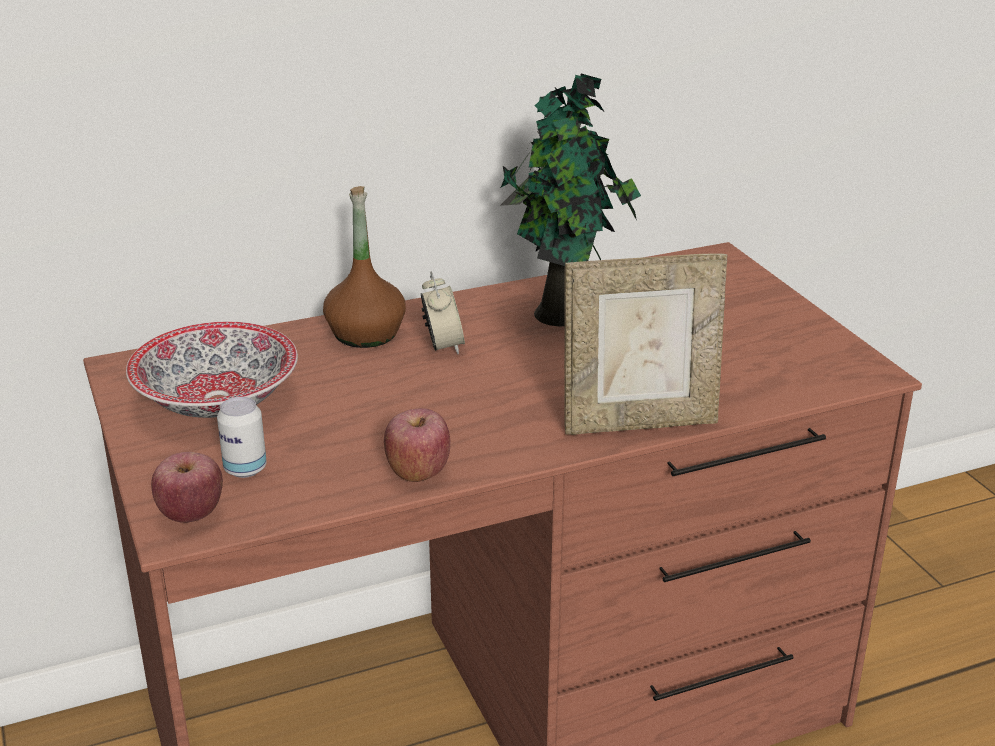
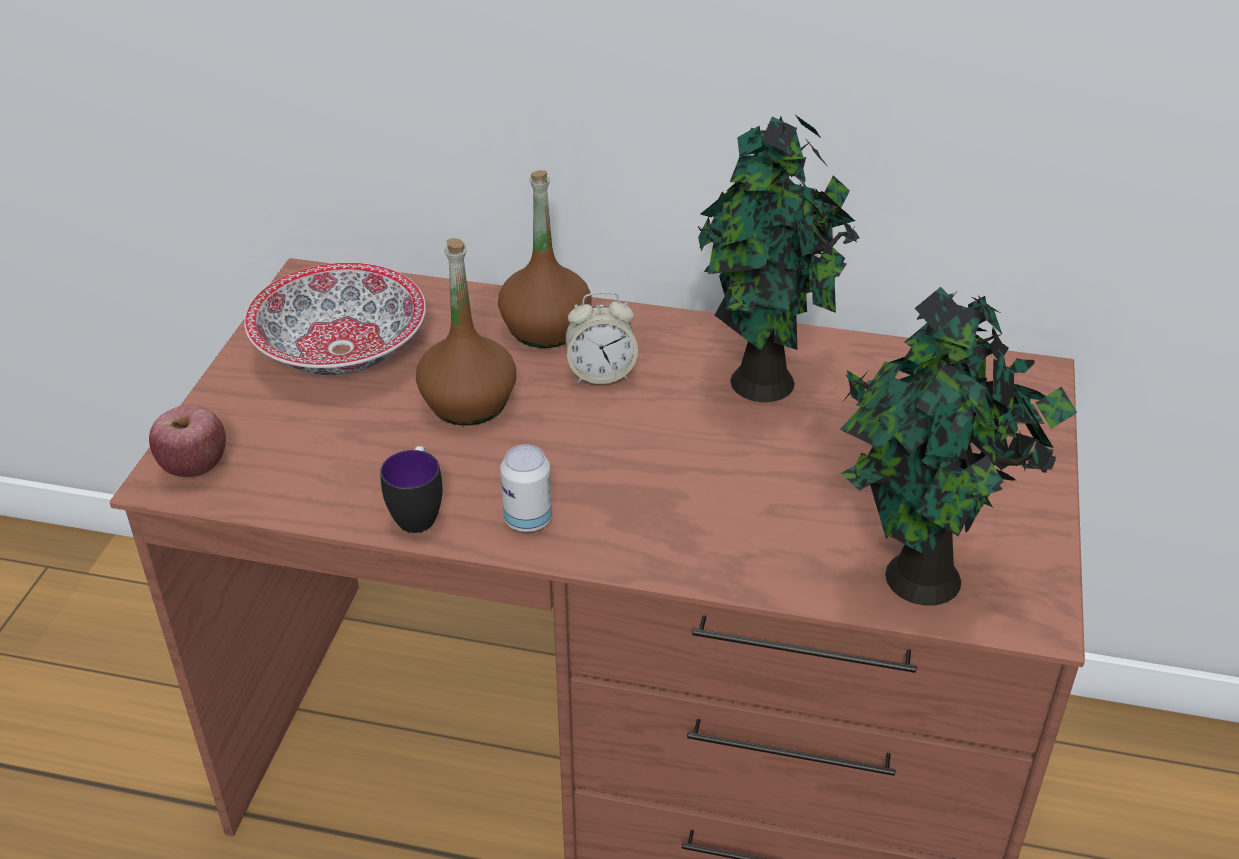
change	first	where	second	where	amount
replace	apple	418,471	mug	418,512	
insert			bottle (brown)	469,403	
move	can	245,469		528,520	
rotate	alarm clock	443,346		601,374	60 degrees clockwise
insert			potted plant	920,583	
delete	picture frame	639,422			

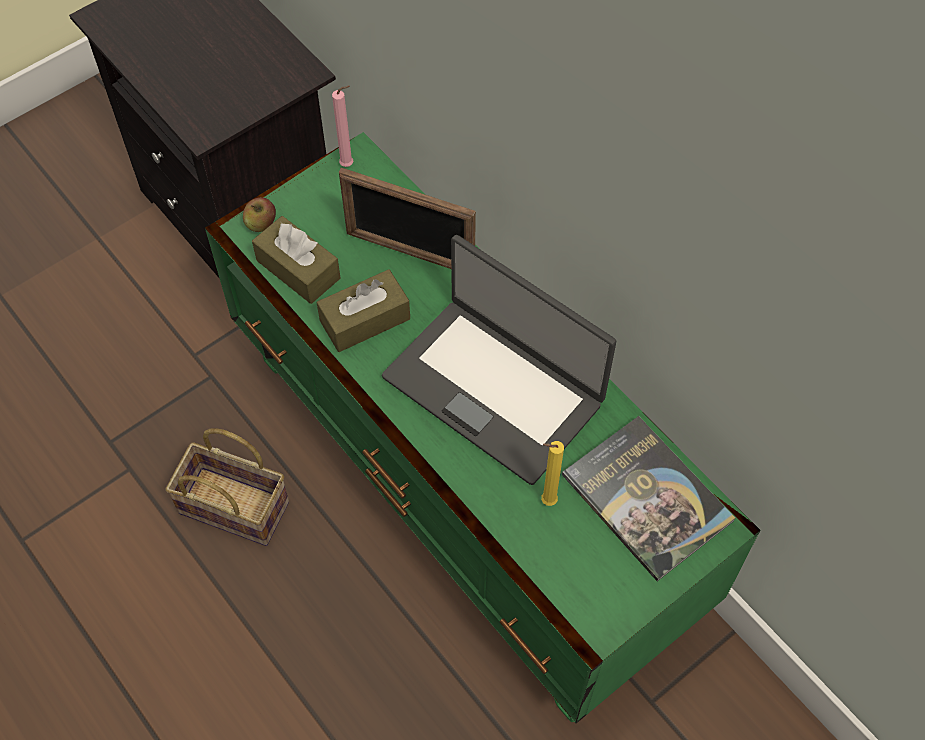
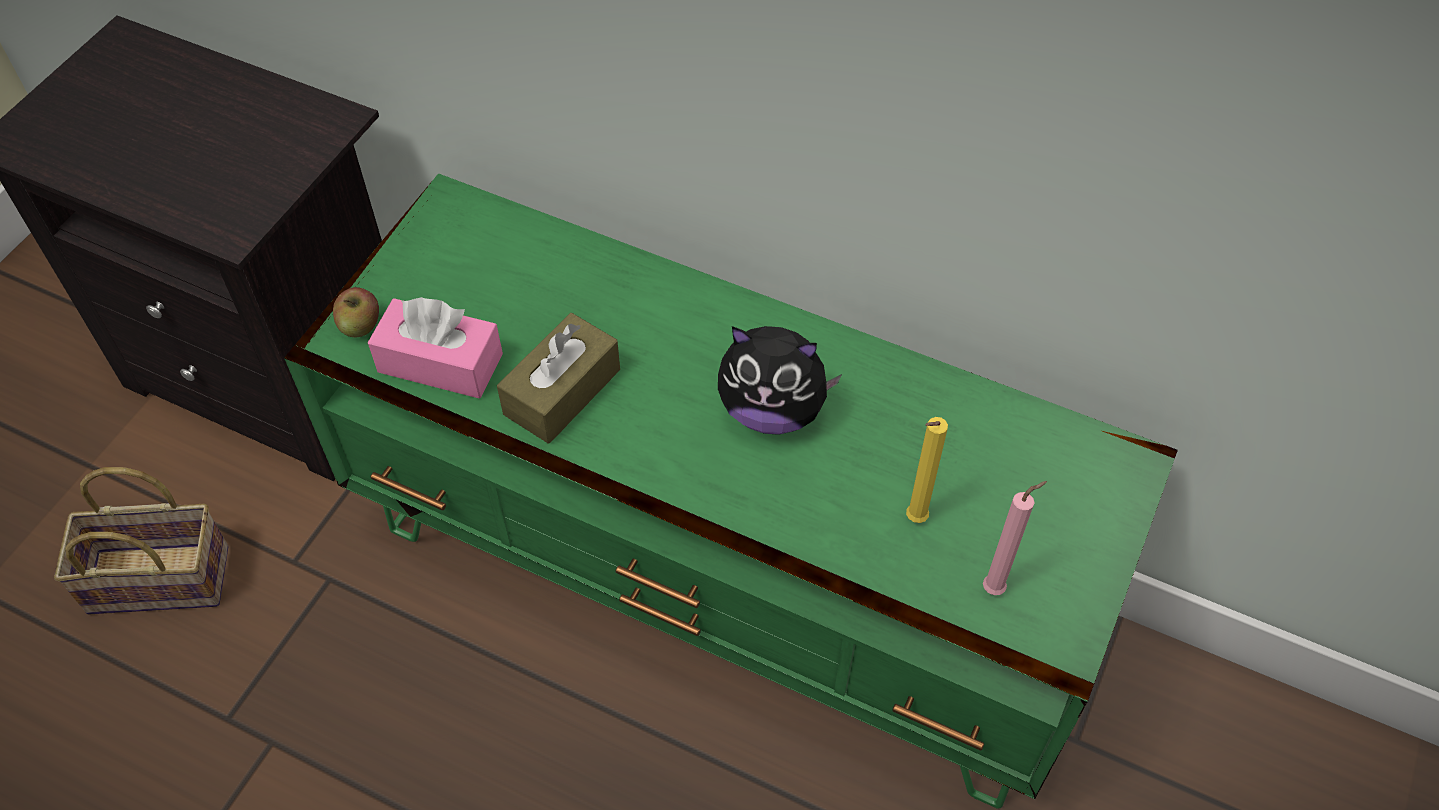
change	first	where	second	where	amount
move	basket	237,506		163,577	
recolor	tissue box (brown)	298,269	tissue box (pink)	440,363	
replace	laptop	494,388	plush toy	772,410	
move	candle (pink)	349,165		996,588	
delete	picture frame	409,252			
delete	book	647,498			

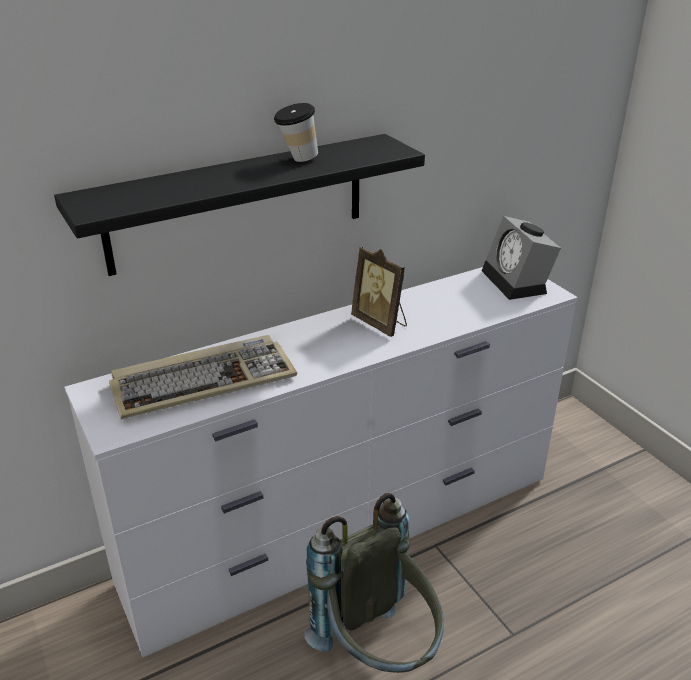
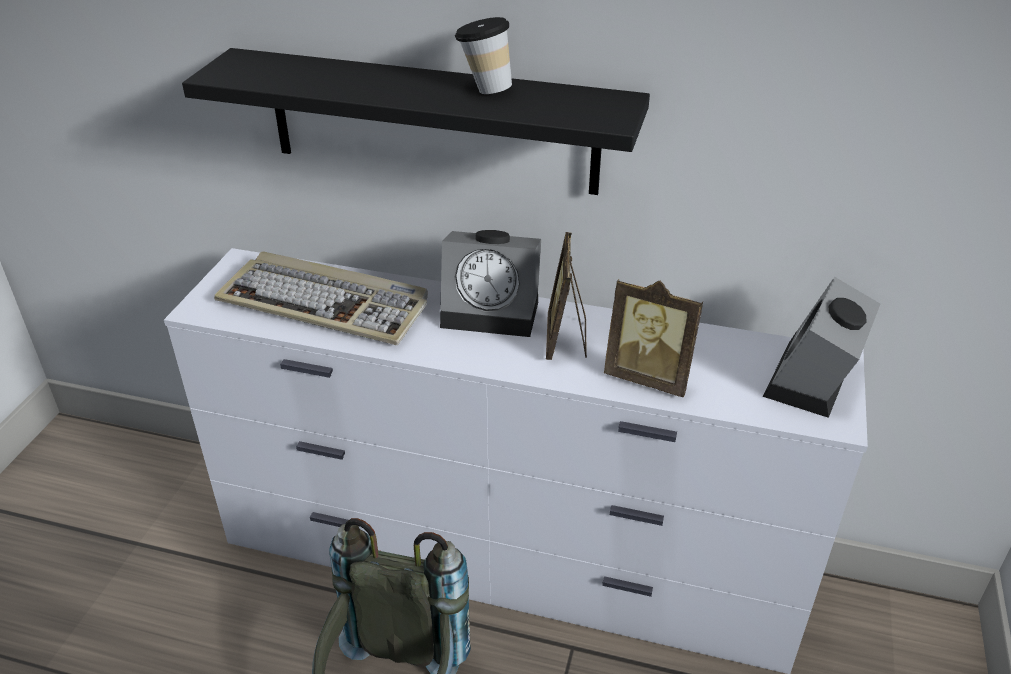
change	first	where	second	where	amount
insert			alarm clock	494,312	
insert			picture frame	649,377	

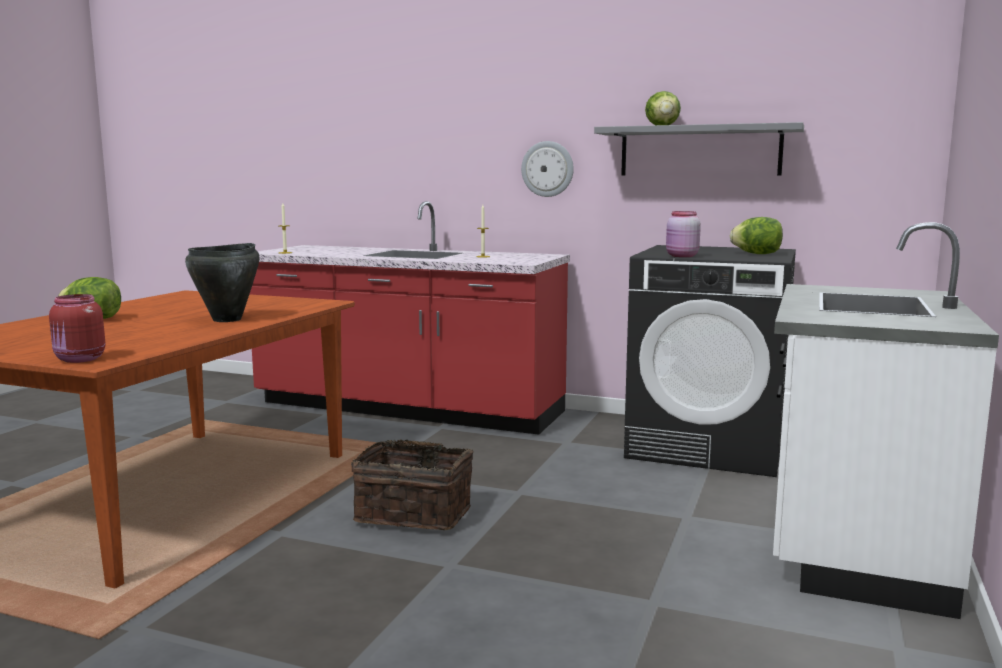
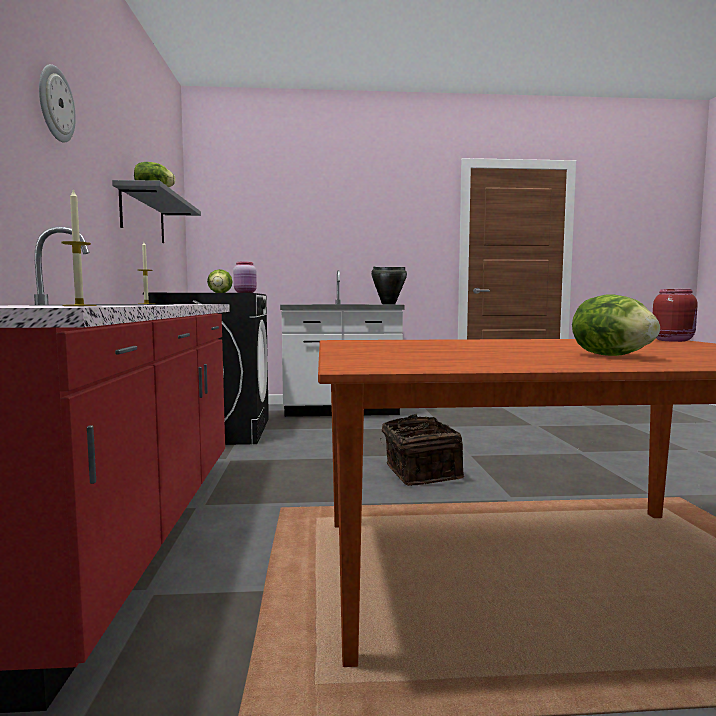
change	first	where	second	where	amount
move	wall clock	547,169		55,104	
move	cooking pot (black)	228,319		388,304	

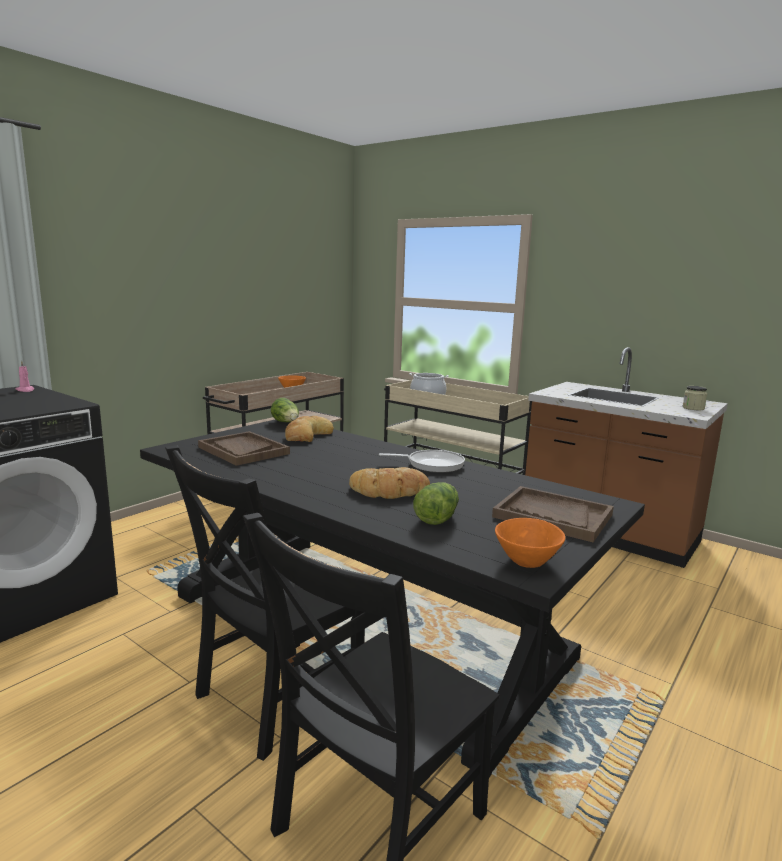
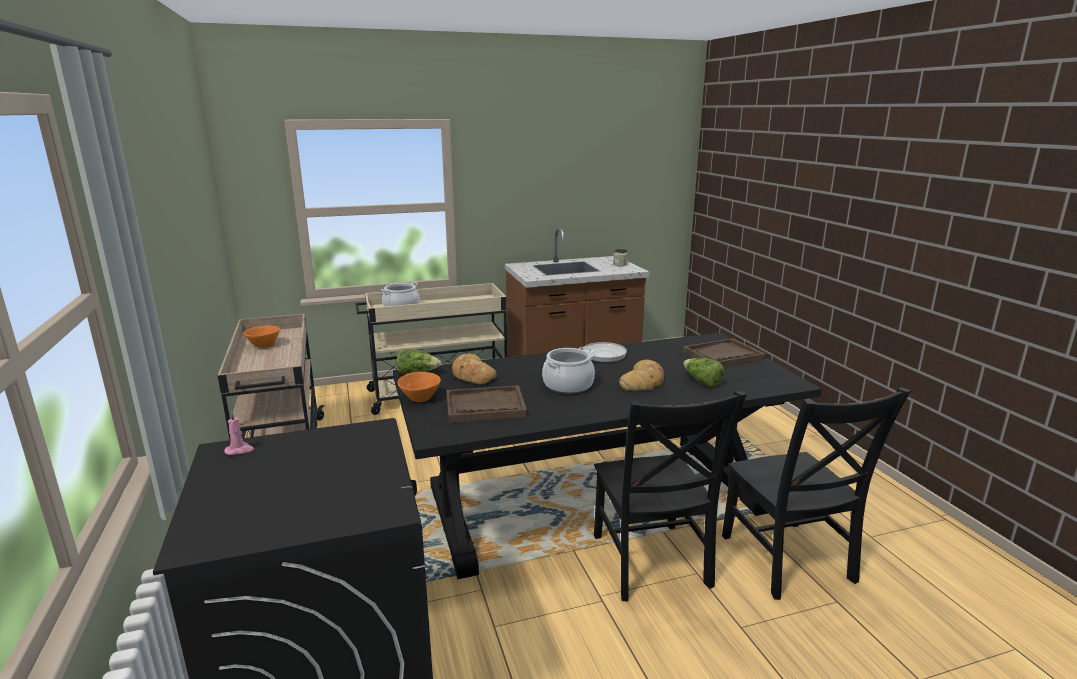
change	first	where	second	where	amount
move	bowl (orange)	525,560		419,398	
insert			cooking pot	568,385	

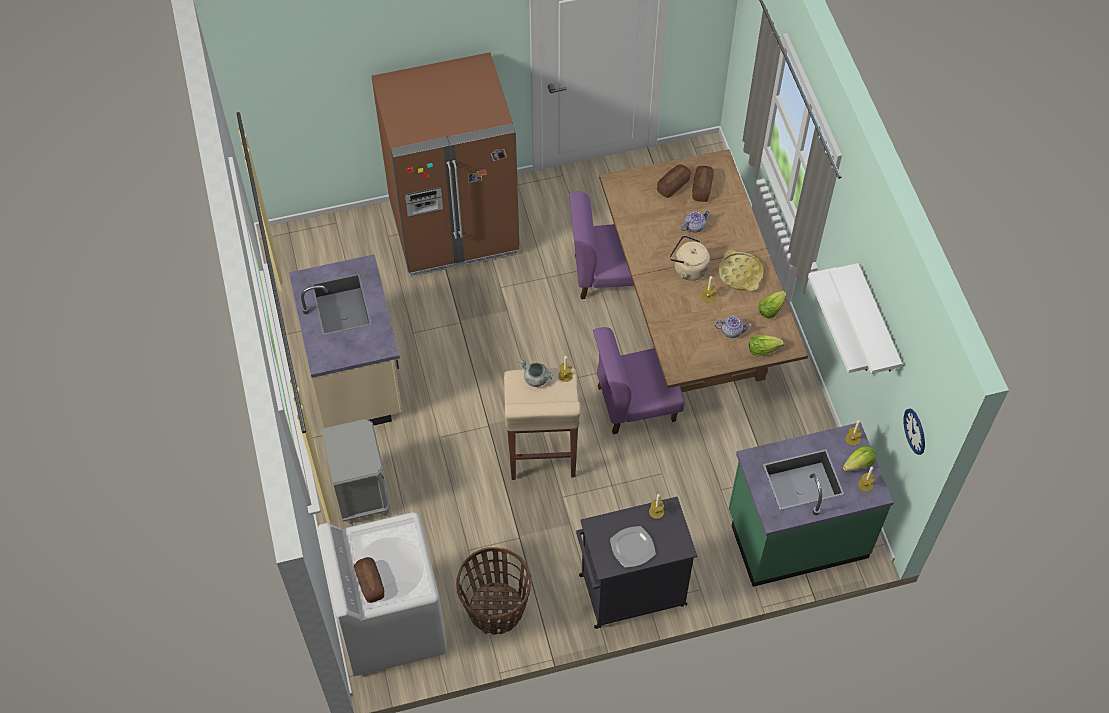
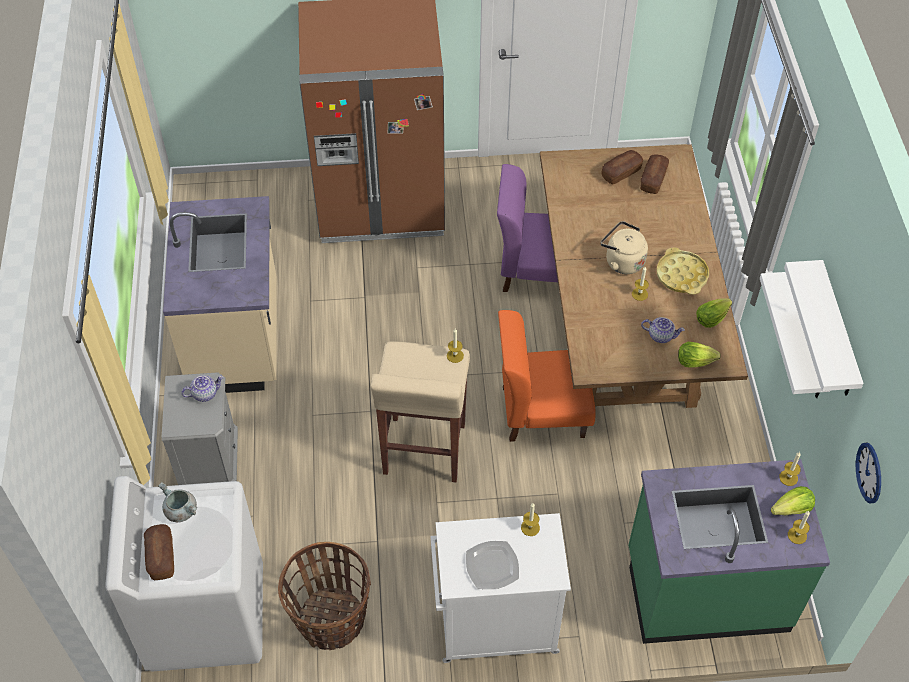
change	first	where	second	where	amount
move	cooking pot (grey)	536,379		181,511	
move	teapot	694,226		205,393	
recolor	cabinet (black)	630,591	cabinet (white)	494,625	
recolor	chair (purple)	635,403	chair (orange)	542,411	

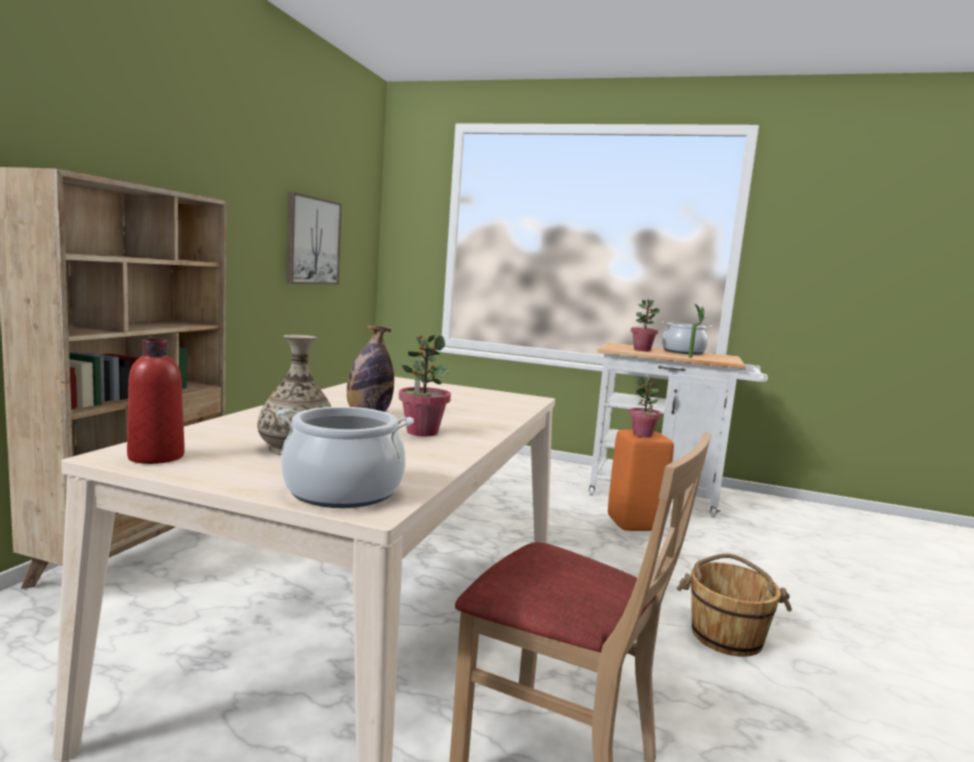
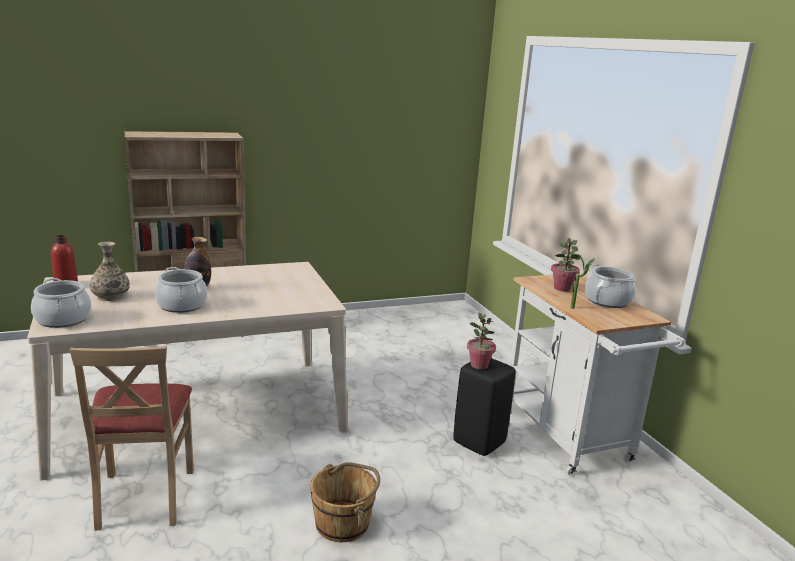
change	first	where	second	where	amount
replace	potted plant	421,432	cooking pot	181,305	
recolor	stool (orange)	634,524	stool (black)	480,442	
delete	picture	312,241			

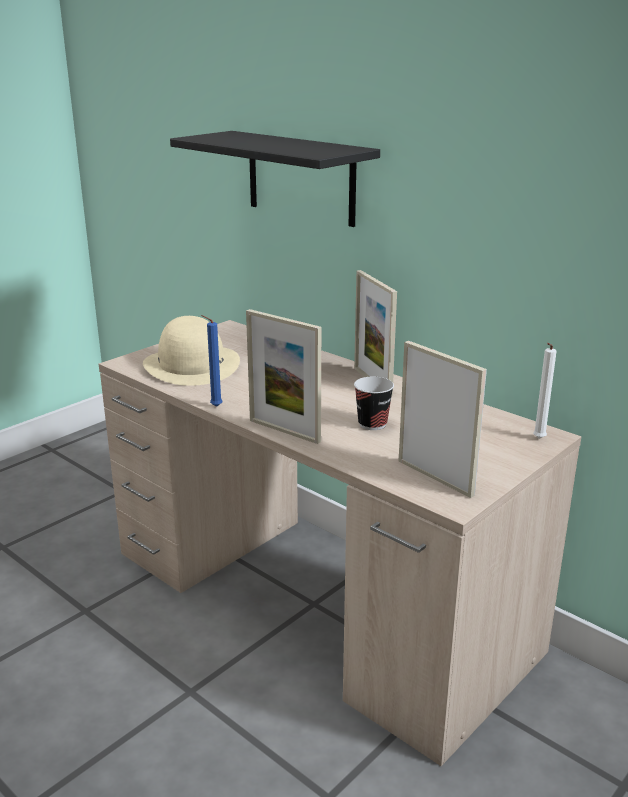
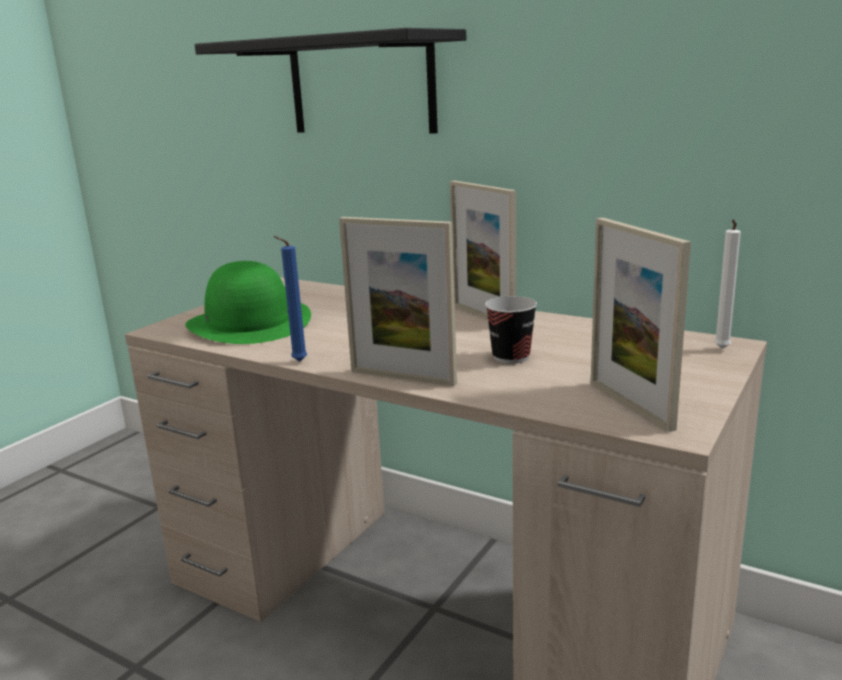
change	first	where	second	where	amount
recolor	hat (beige)	192,365	hat (green)	250,323	
rotate	picture frame	435,477		630,405	150 degrees counterclockwise

